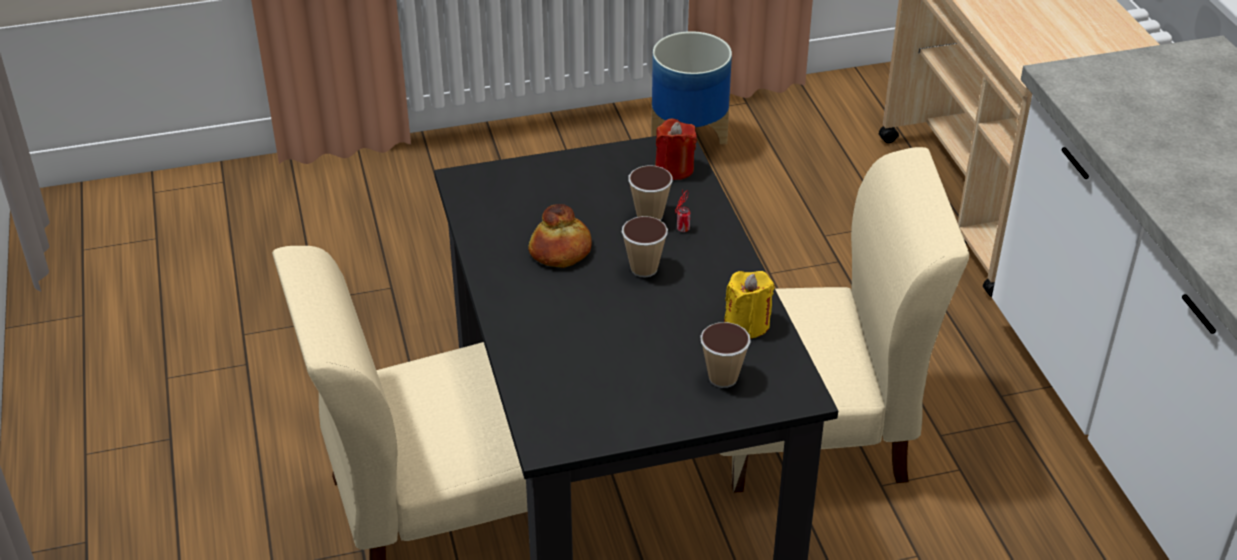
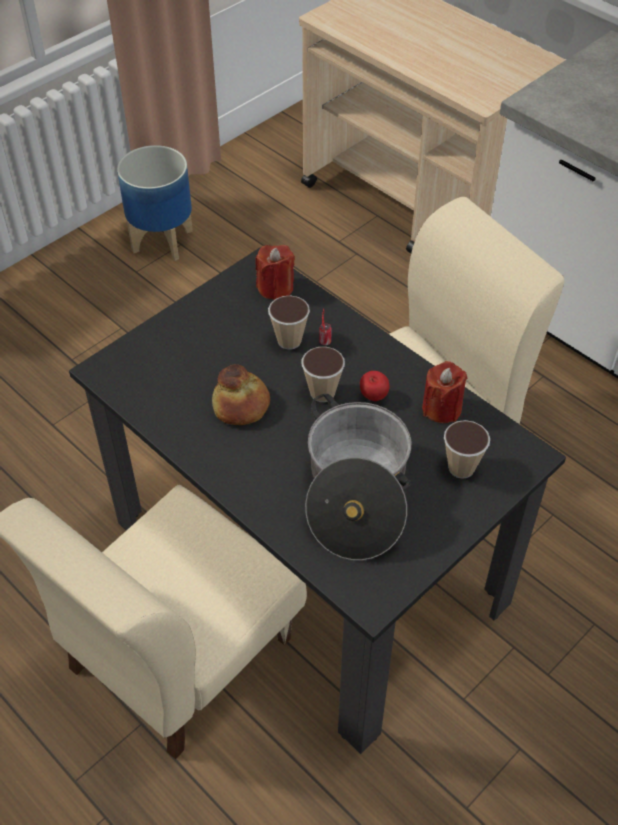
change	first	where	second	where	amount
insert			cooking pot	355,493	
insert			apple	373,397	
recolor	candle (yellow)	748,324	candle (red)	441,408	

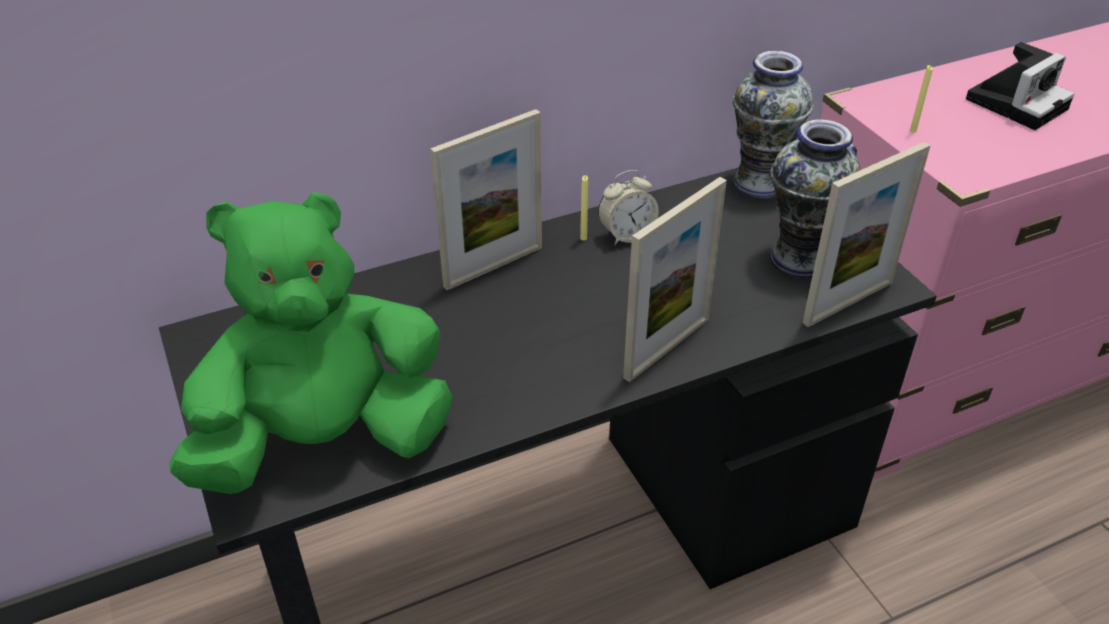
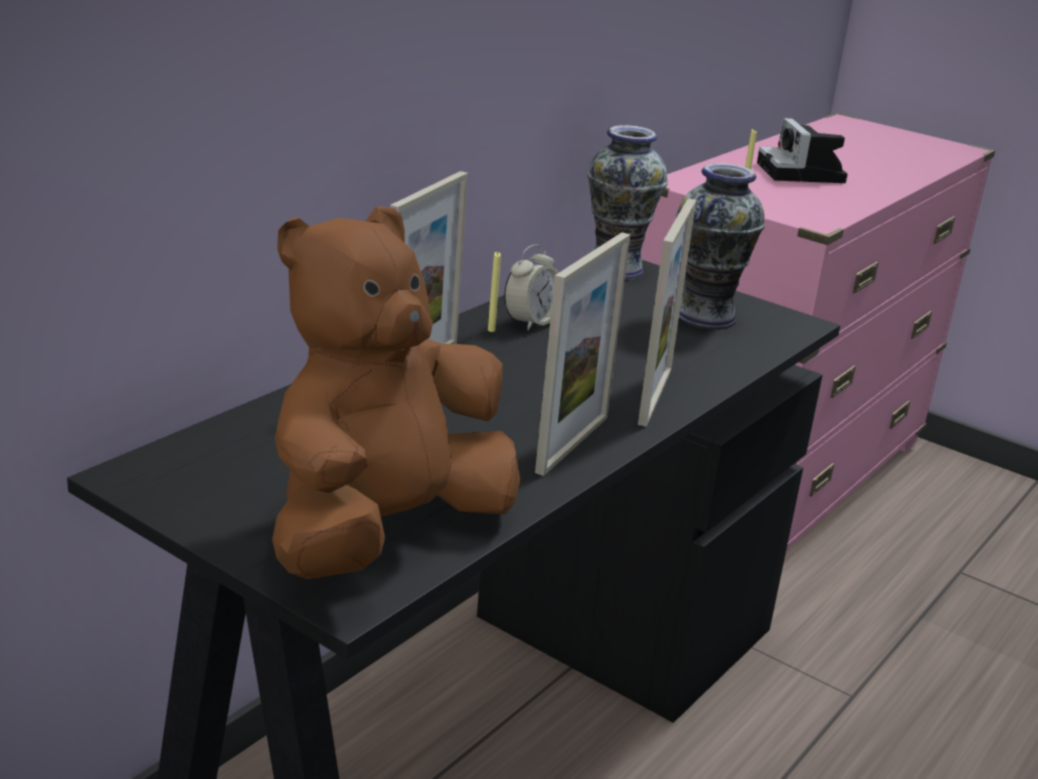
change	first	where	second	where	amount
recolor	plush toy (green)	325,441	plush toy (brown)	383,531	
move	picture frame	848,302		572,444	
rotate	photo camera	1017,102		803,174	150 degrees clockwise

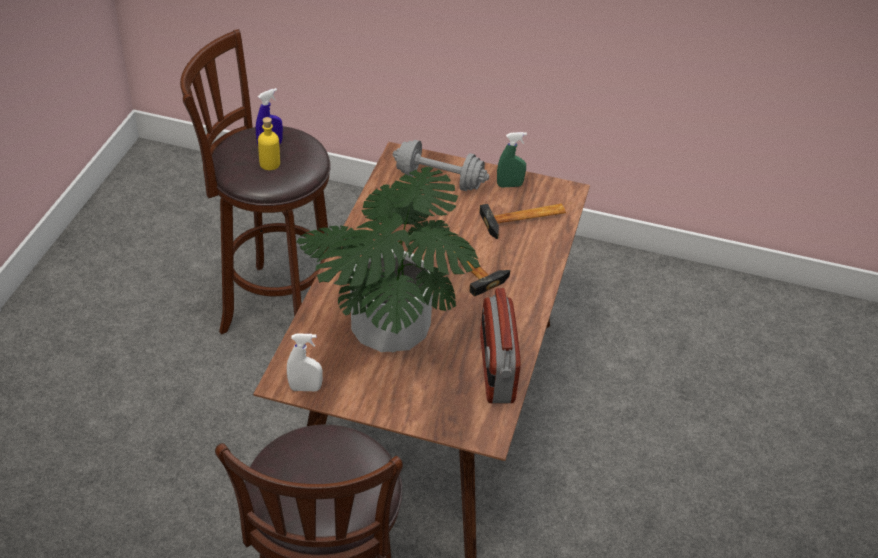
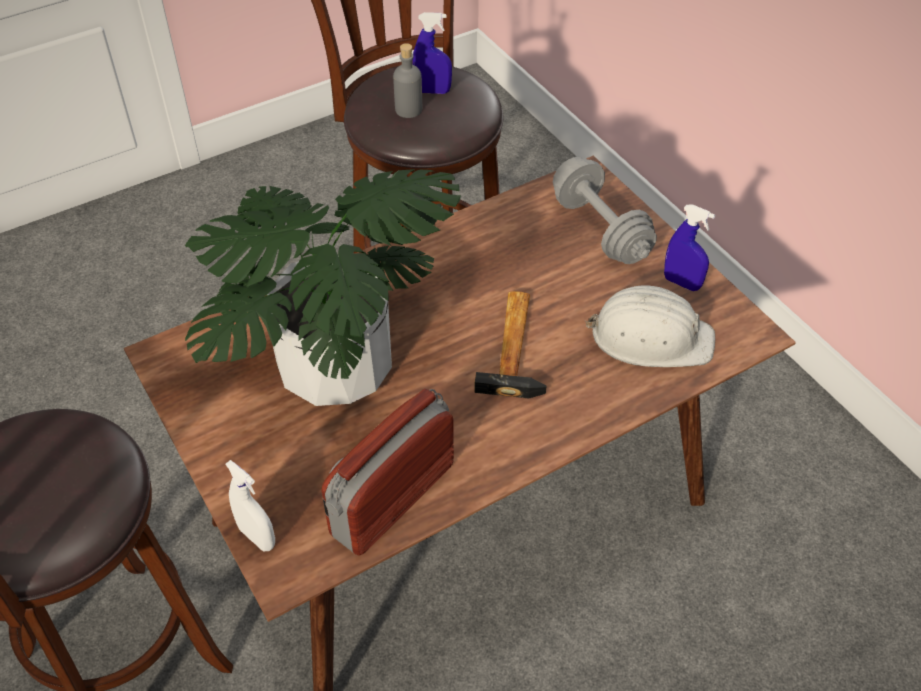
change	first	where	second	where	amount
move	spray bottle (white)	305,388		257,537	
recolor	bottle (yellow)	270,164	bottle (grey)	408,110	
replace	hammer	525,220	hard hat (white)	650,337	
recolor	spray bottle (green)	509,185	spray bottle (blue)	681,283	

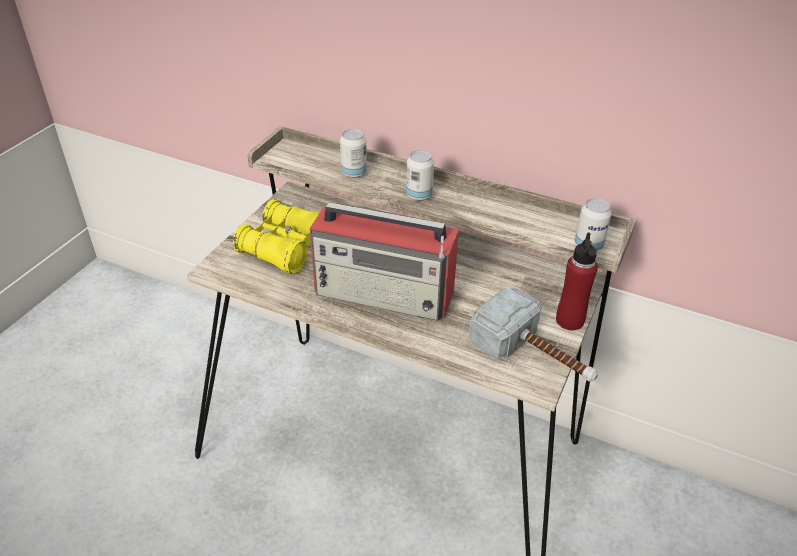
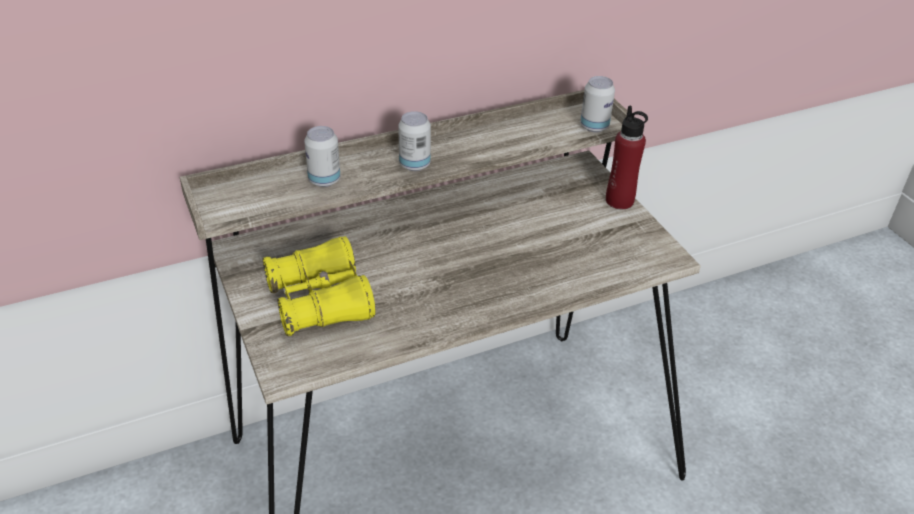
change	first	where	second	where	amount
delete	radio	386,293			
delete	hammer	534,356			

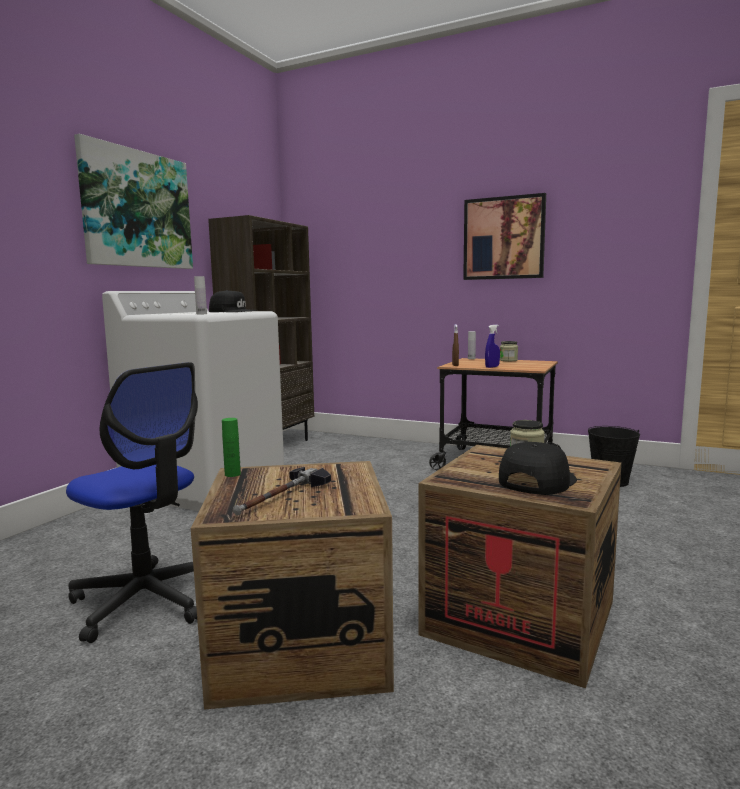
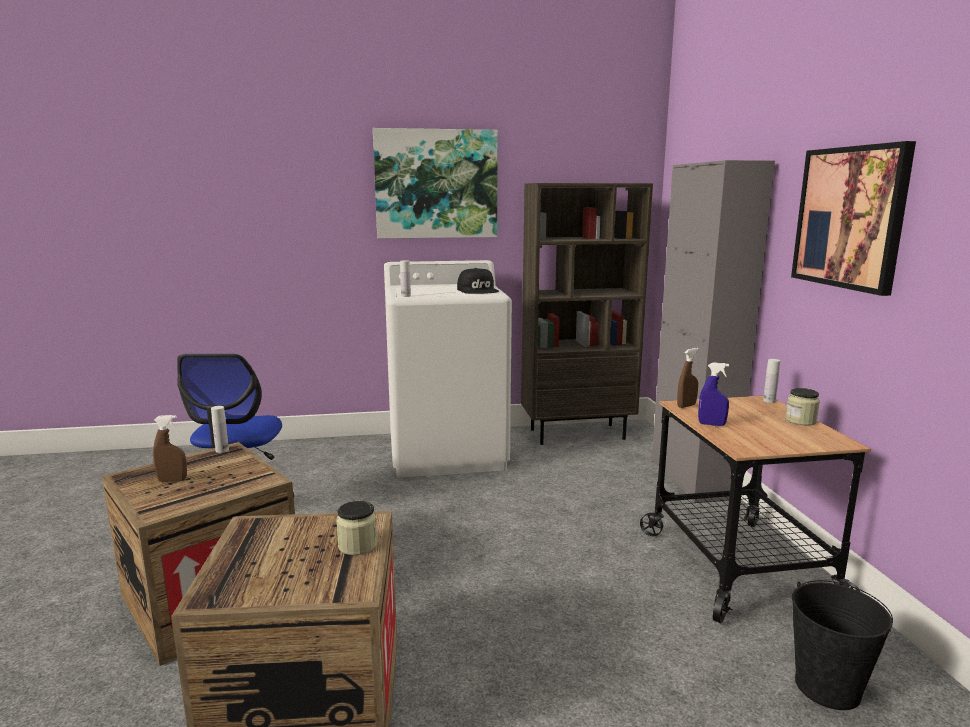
change	first	where	second	where	amount
replace	hammer	282,497	spray bottle (brown)	172,480	
recolor	bottle (green)	232,474	bottle (white)	222,450	
insert			cabinet (grey)	691,478	
delete	cap (black)	536,480			

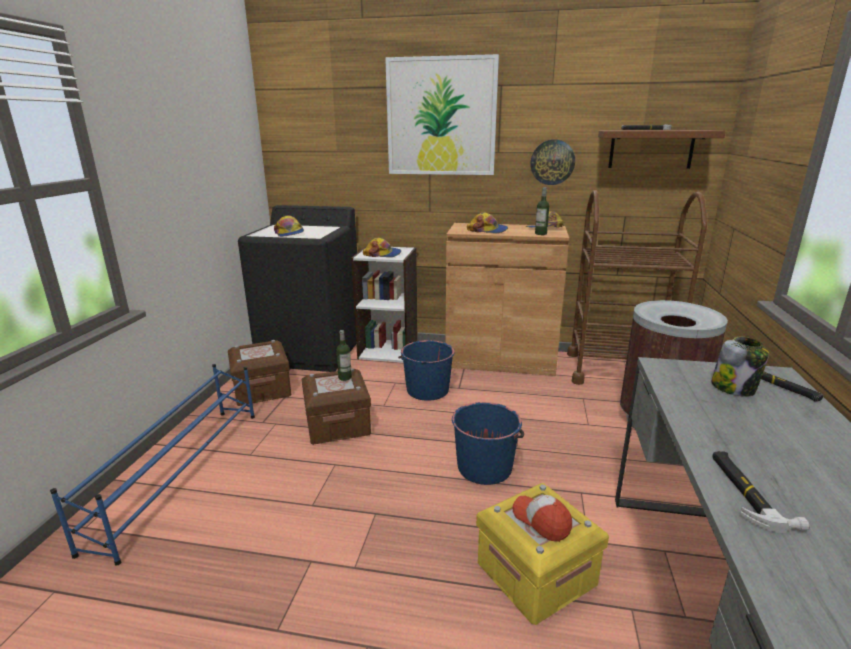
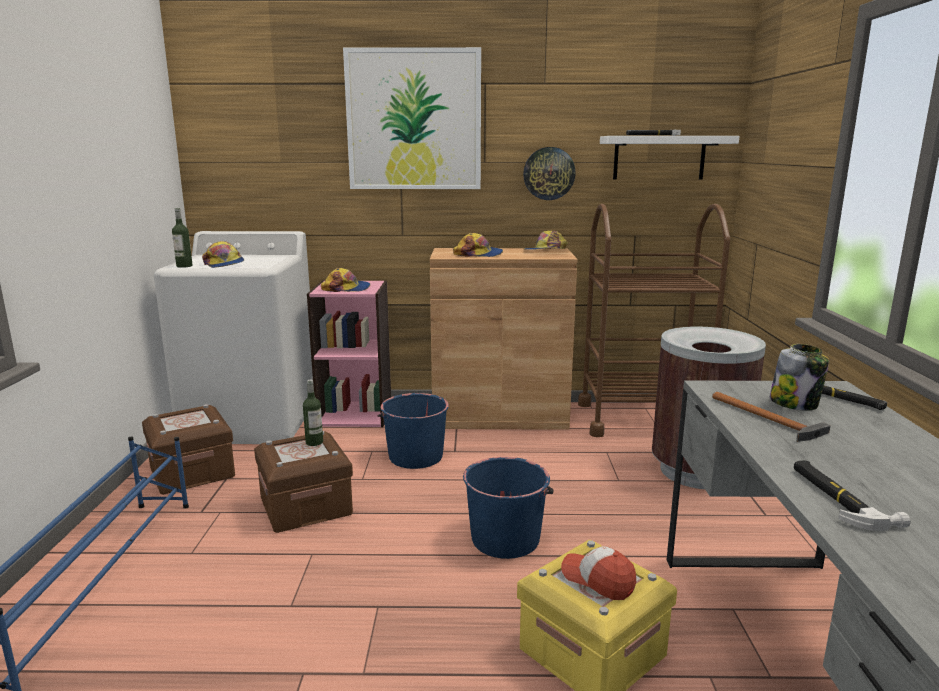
change	first	where	second	where	amount
recolor	washing machine (black)	312,351	washing machine (white)	253,421	
move	bottle	541,234		184,266	
recolor	bookcase (white)	388,350	bookcase (pink)	355,413	
recolor	shelf (brown)	651,149	shelf (white)	659,158	
insert			hammer	767,419	

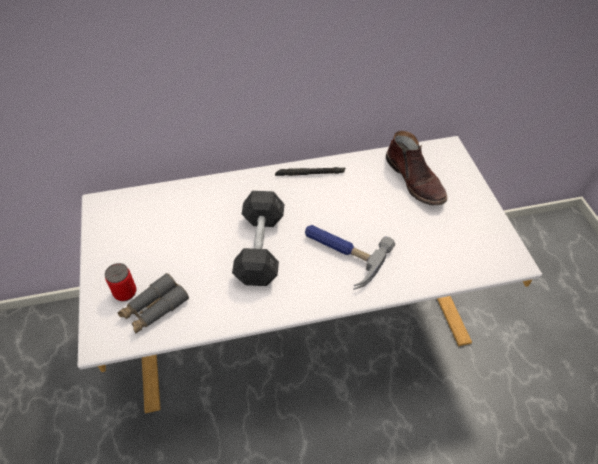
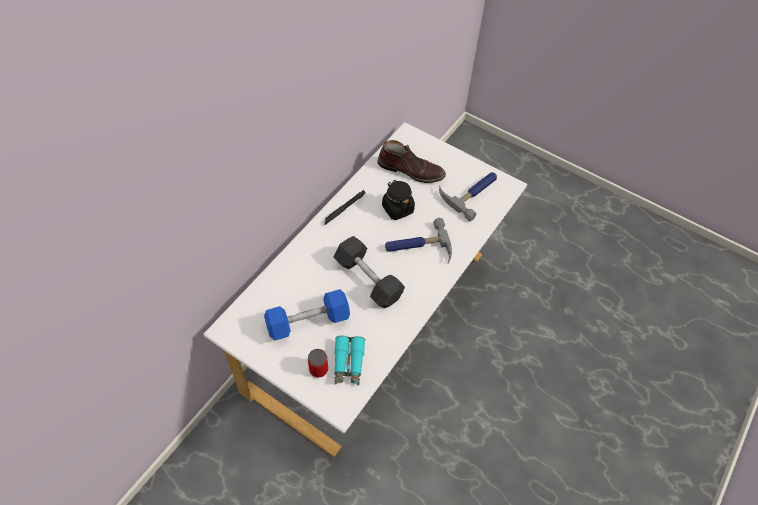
change	first	where	second	where	amount
insert			dumbbell (blue)	308,322	
recolor	binoculars (grey)	154,308	binoculars (turquoise)	348,363	
insert			jar (black)	397,209	
insert			hammer	471,192	

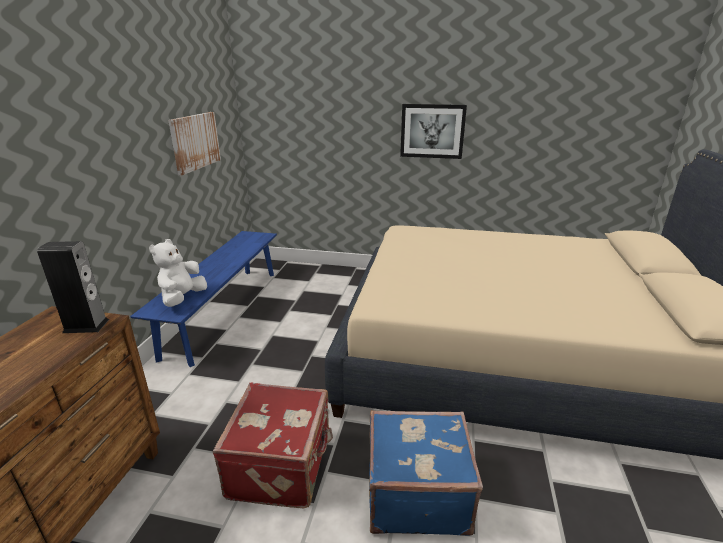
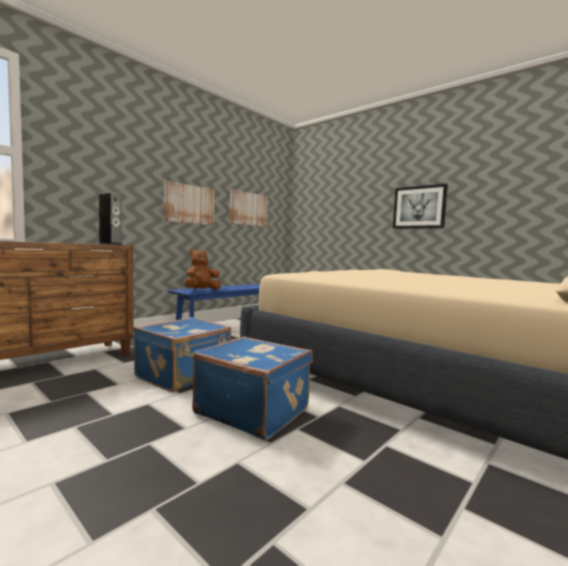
change	first	where	second	where	amount
recolor	suitcase (red)	282,465	suitcase (blue)	184,375	
insert			picture	189,204	
recolor	plush toy (white)	182,298	plush toy (brown)	201,290	

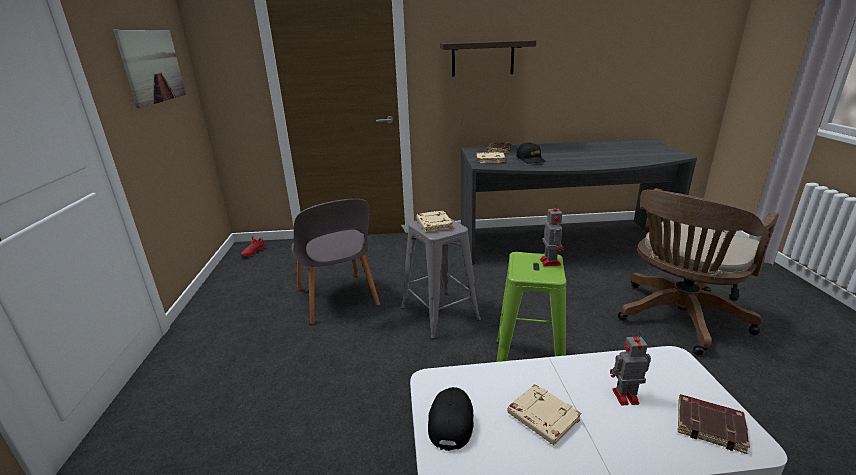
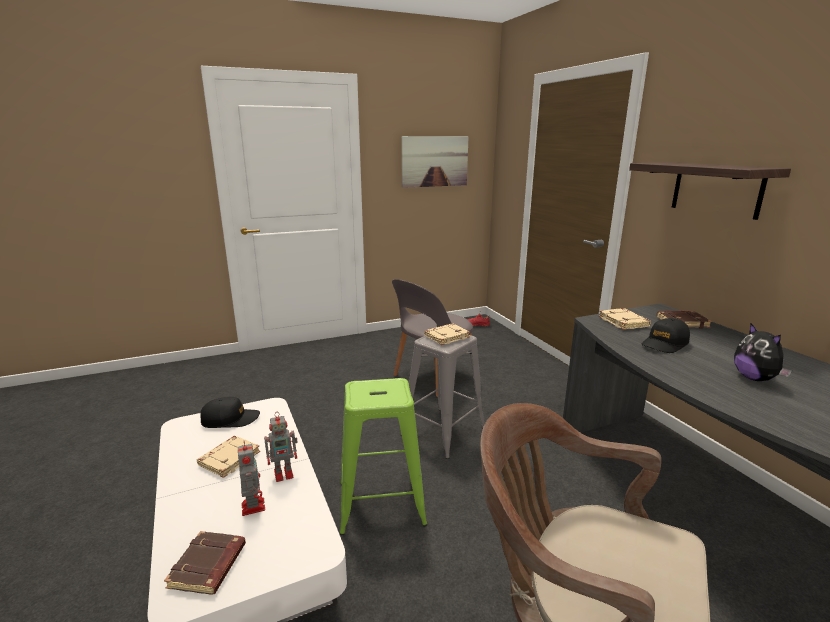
change	first	where	second	where	amount
move	toy robot	549,261		285,473	
insert			plush toy	755,378	

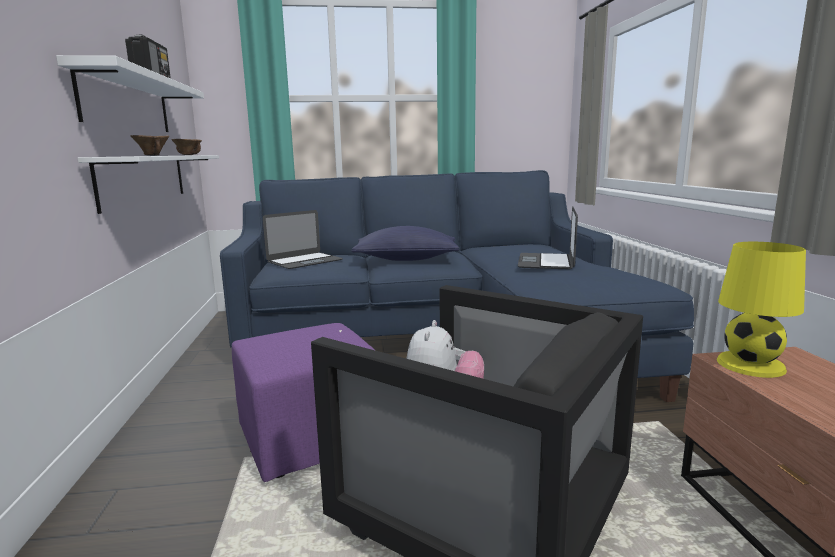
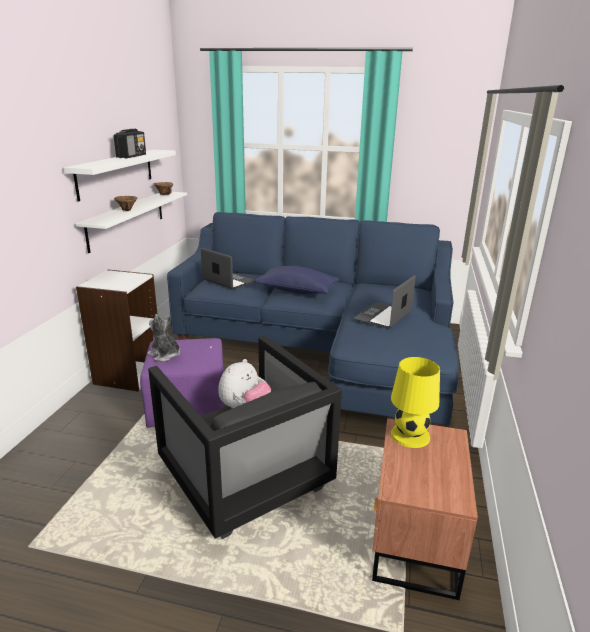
change	first	where	second	where	amount
insert			bookcase (white)	128,374	
insert			plush toy	165,355	
rotate	laptop	304,261		228,281	120 degrees counterclockwise

